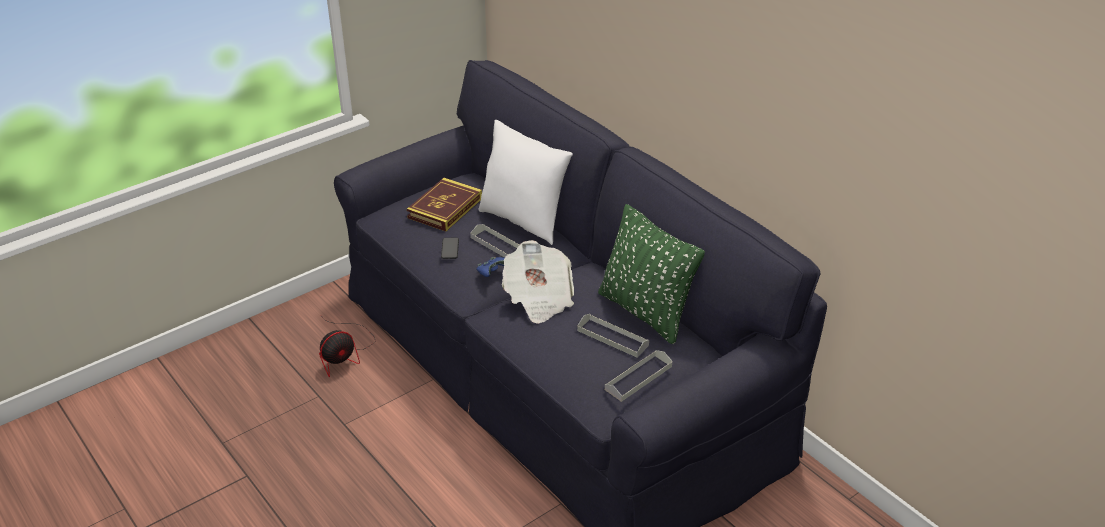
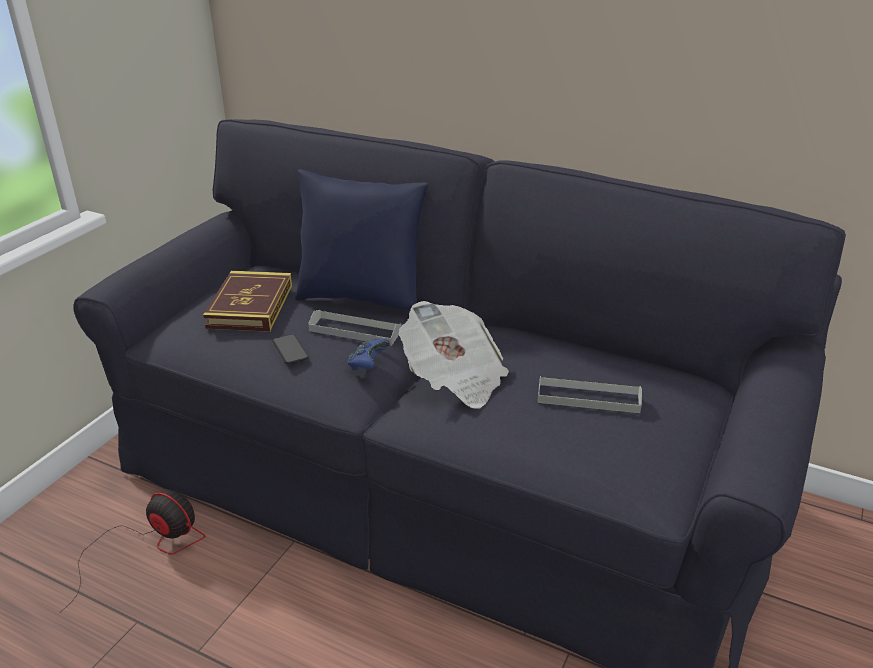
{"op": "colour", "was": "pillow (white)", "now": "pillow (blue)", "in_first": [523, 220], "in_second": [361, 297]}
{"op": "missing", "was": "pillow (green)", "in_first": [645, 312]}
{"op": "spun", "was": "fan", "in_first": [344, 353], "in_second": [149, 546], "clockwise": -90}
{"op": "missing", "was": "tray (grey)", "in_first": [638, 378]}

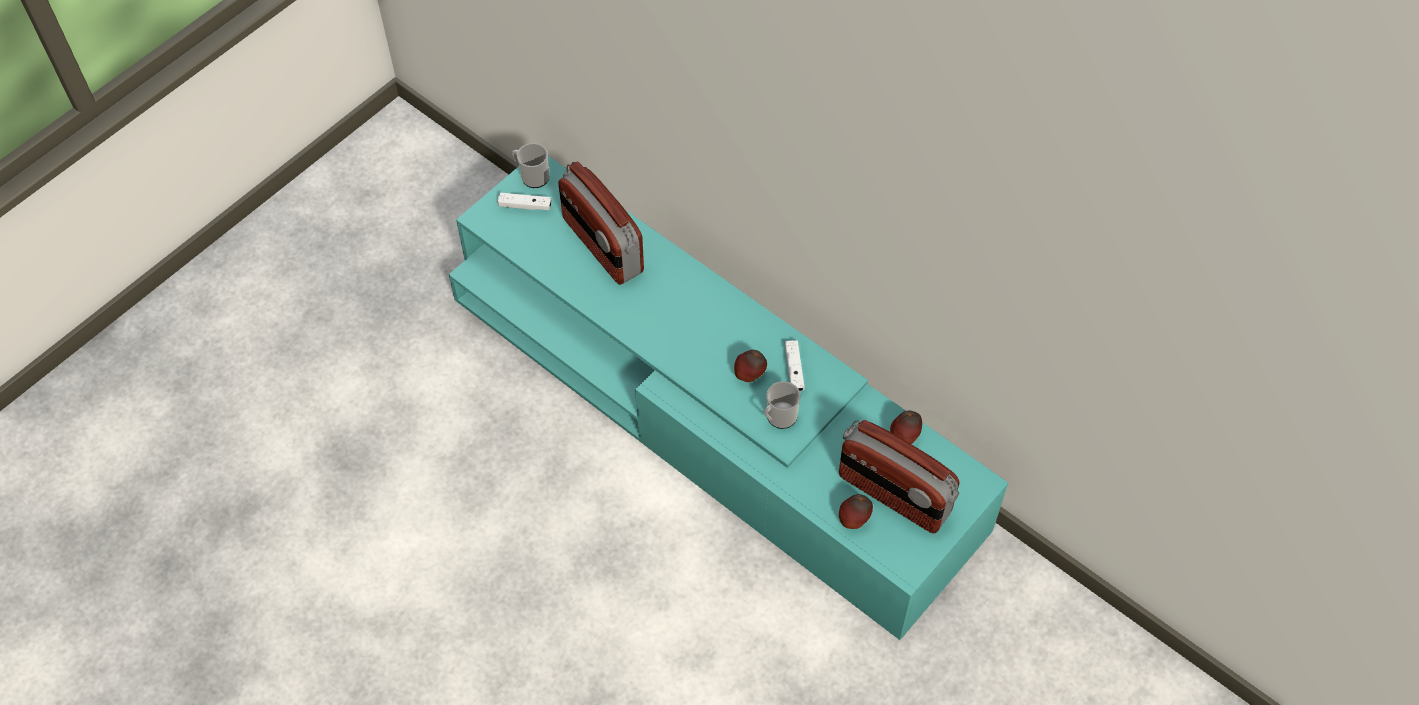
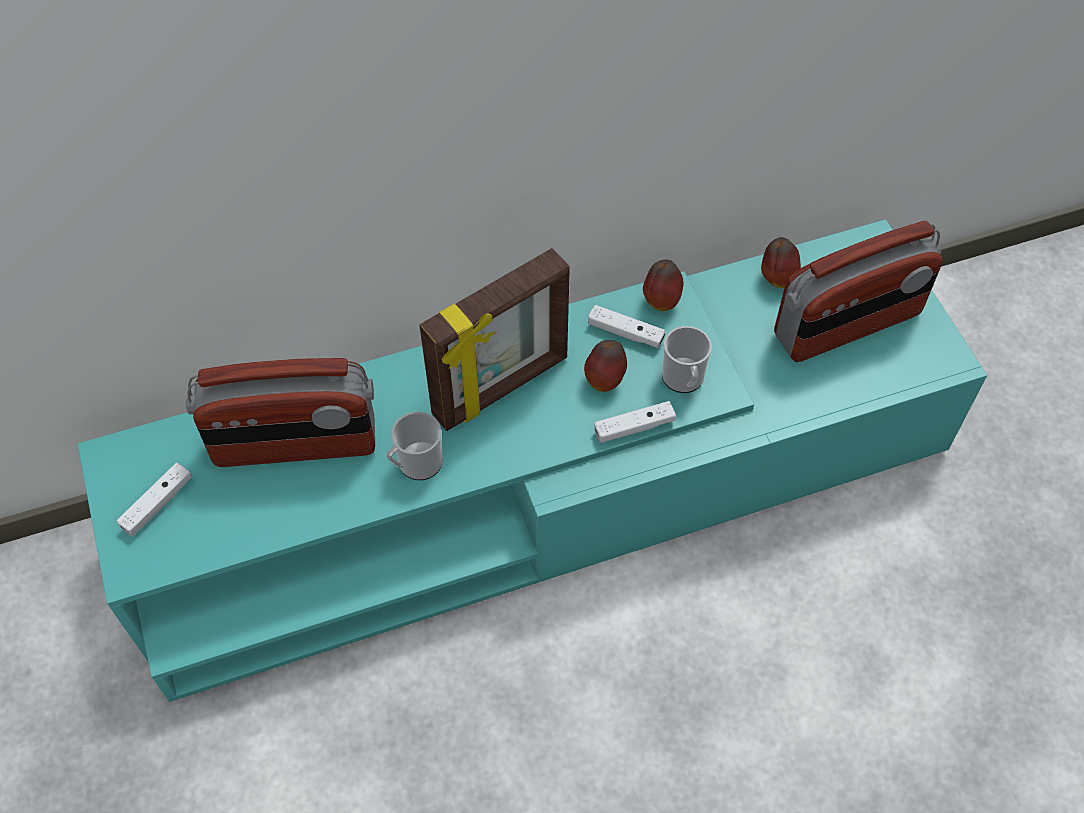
{"op": "relocated", "was": "mug", "in_first": [532, 176], "in_second": [416, 465]}
{"op": "relocated", "was": "apple", "in_first": [854, 520], "in_second": [661, 301]}
{"op": "appeared", "now": "picture frame", "in_second": [502, 388]}
{"op": "appeared", "now": "game controller (white)", "in_second": [634, 427]}

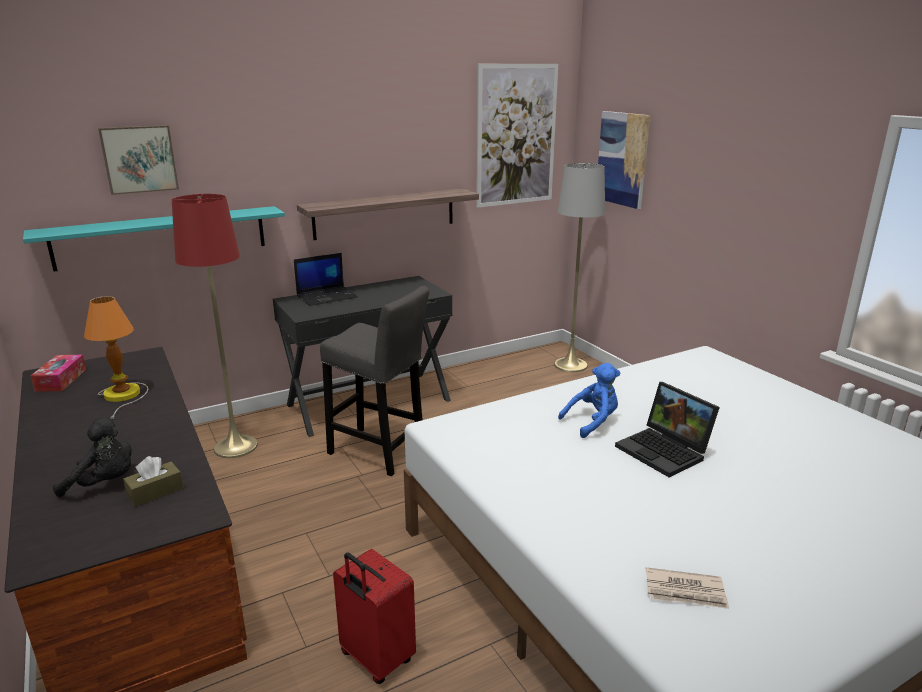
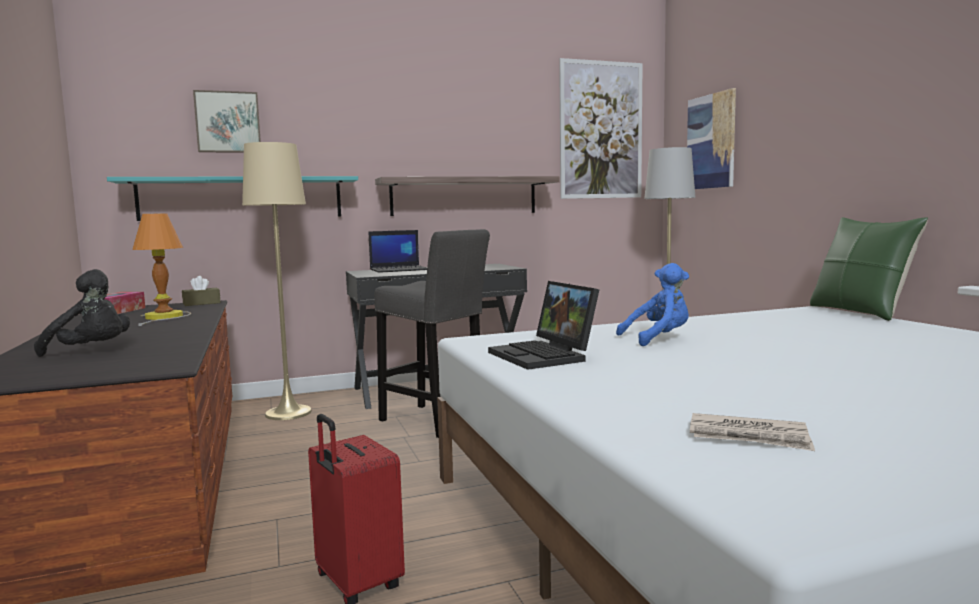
{"op": "colour", "was": "floor lamp (red)", "now": "floor lamp (beige)", "in_first": [235, 446], "in_second": [288, 413]}
{"op": "relocated", "was": "laptop", "in_first": [665, 451], "in_second": [545, 356]}
{"op": "relocated", "was": "tissue box (brown)", "in_first": [155, 492], "in_second": [201, 303]}
{"op": "appeared", "now": "pillow (green)", "in_second": [860, 312]}

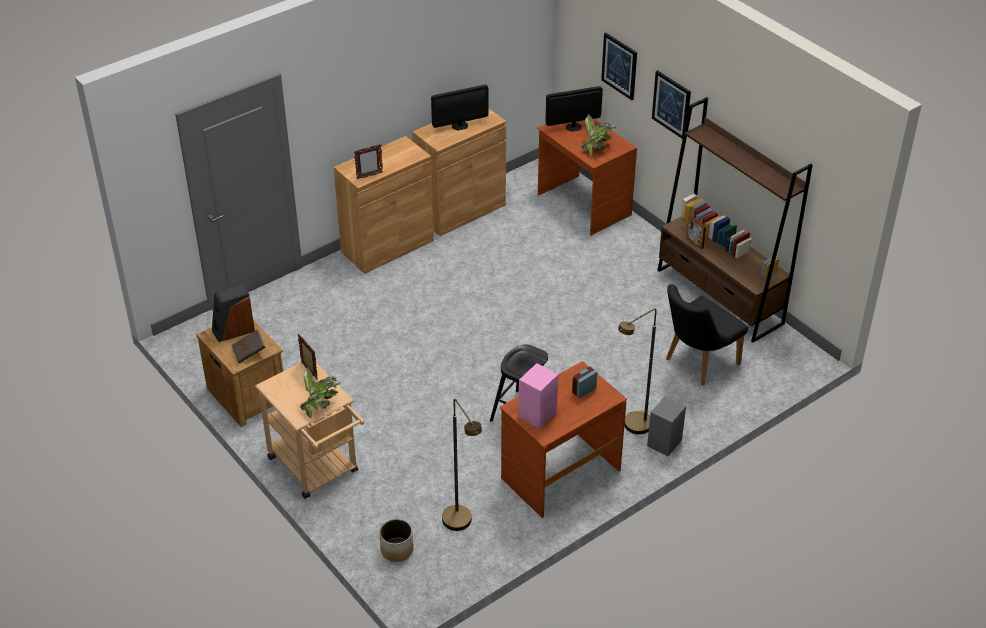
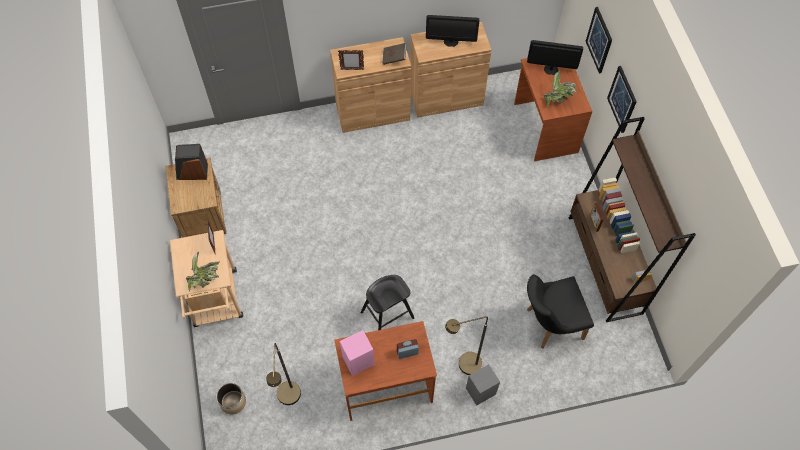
{"op": "relocated", "was": "book (brown)", "in_first": [249, 352], "in_second": [394, 58]}

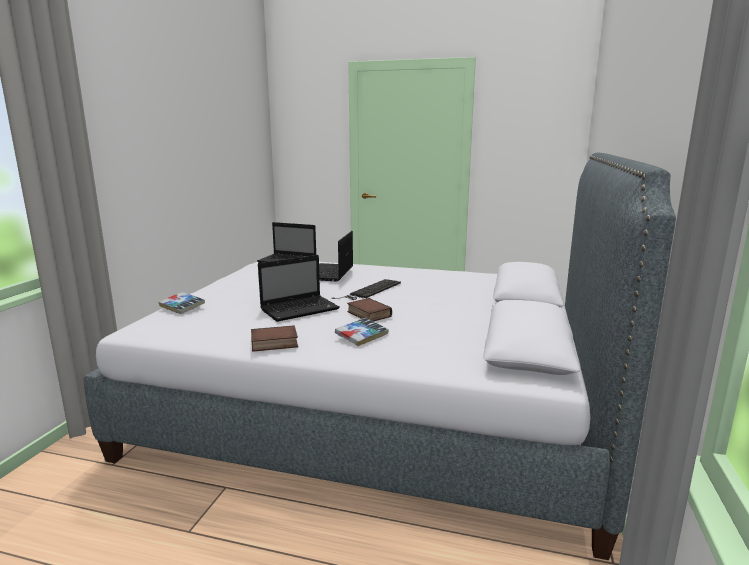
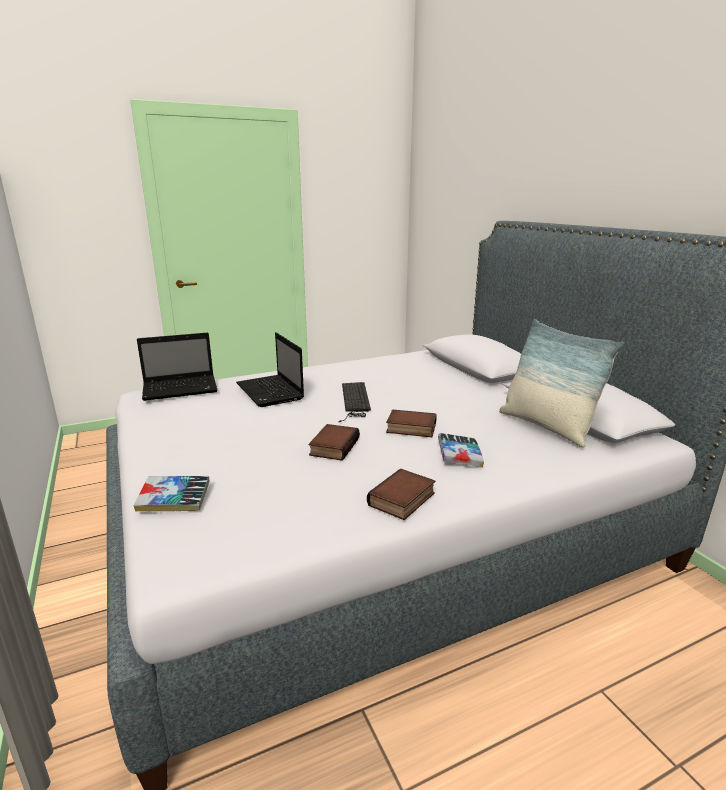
{"op": "exchanged", "was": "laptop", "now": "book", "in_first": [301, 309], "in_second": [333, 446]}
{"op": "appeared", "now": "pillow", "in_second": [546, 426]}

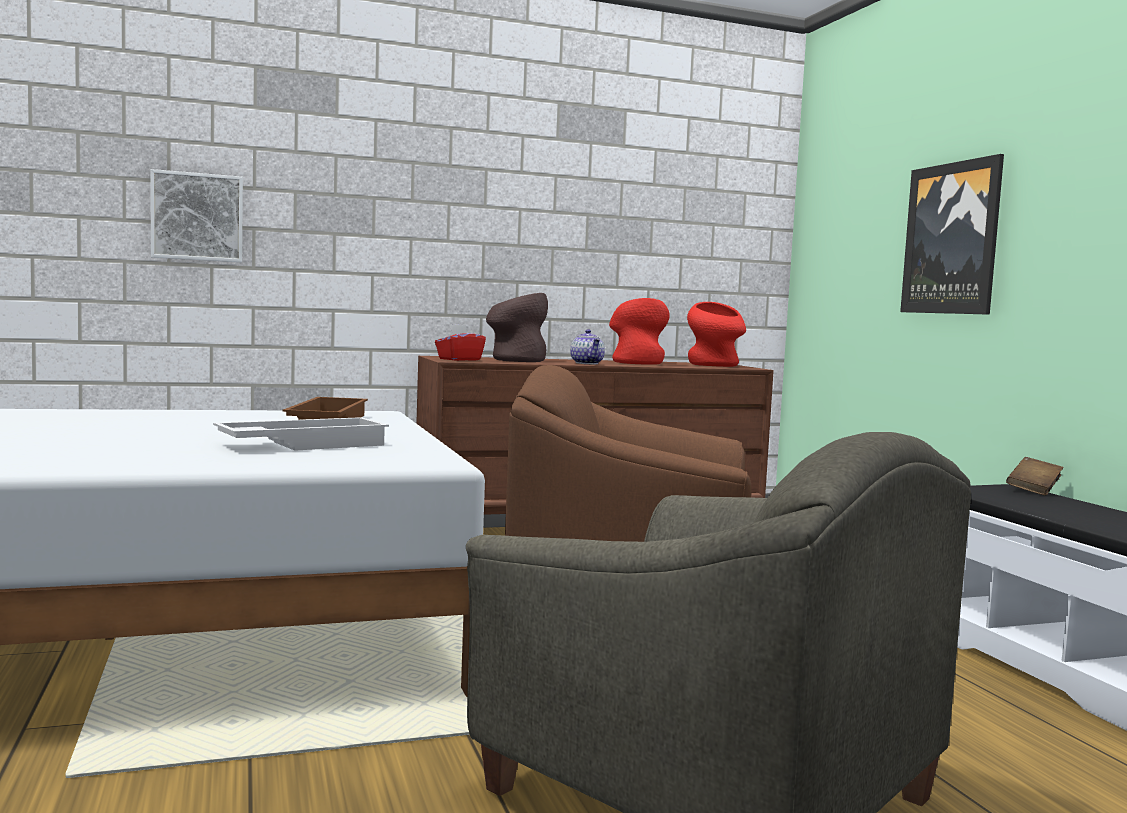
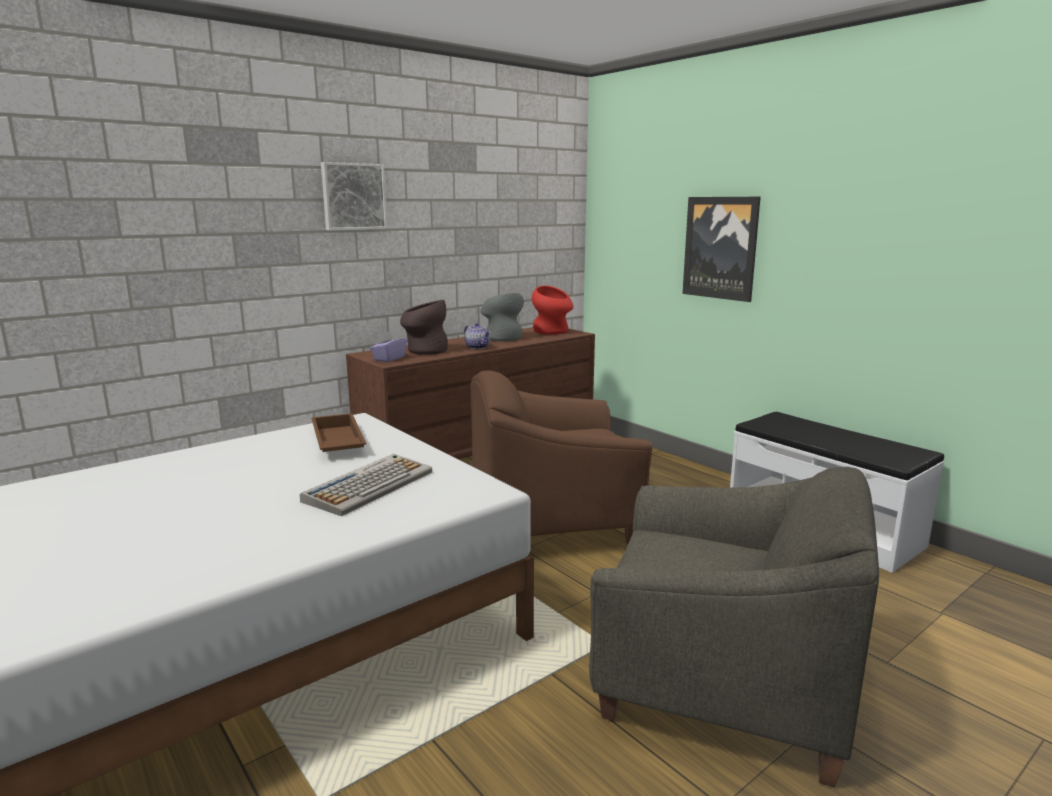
{"op": "relocated", "was": "picture", "in_first": [197, 217], "in_second": [353, 196]}
{"op": "colour", "was": "vase (red)", "now": "vase (grey)", "in_first": [636, 362], "in_second": [502, 337]}
{"op": "colour", "was": "tissue box (red)", "now": "tissue box (purple)", "in_first": [459, 359], "in_second": [389, 359]}
{"op": "exchanged", "was": "tray (white)", "now": "keyboard", "in_first": [303, 444], "in_second": [369, 485]}
{"op": "missing", "was": "book (brown)", "in_first": [1033, 490]}

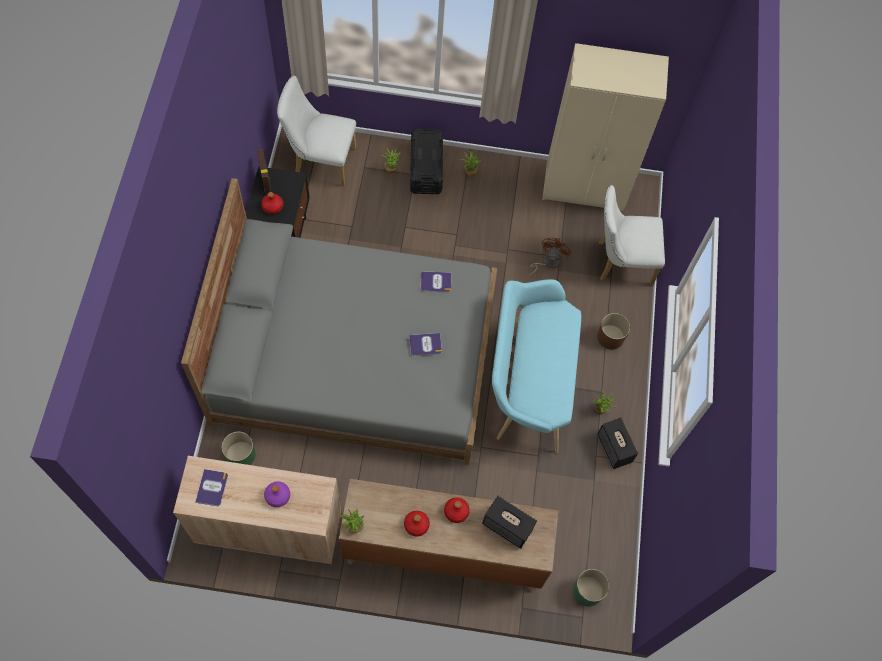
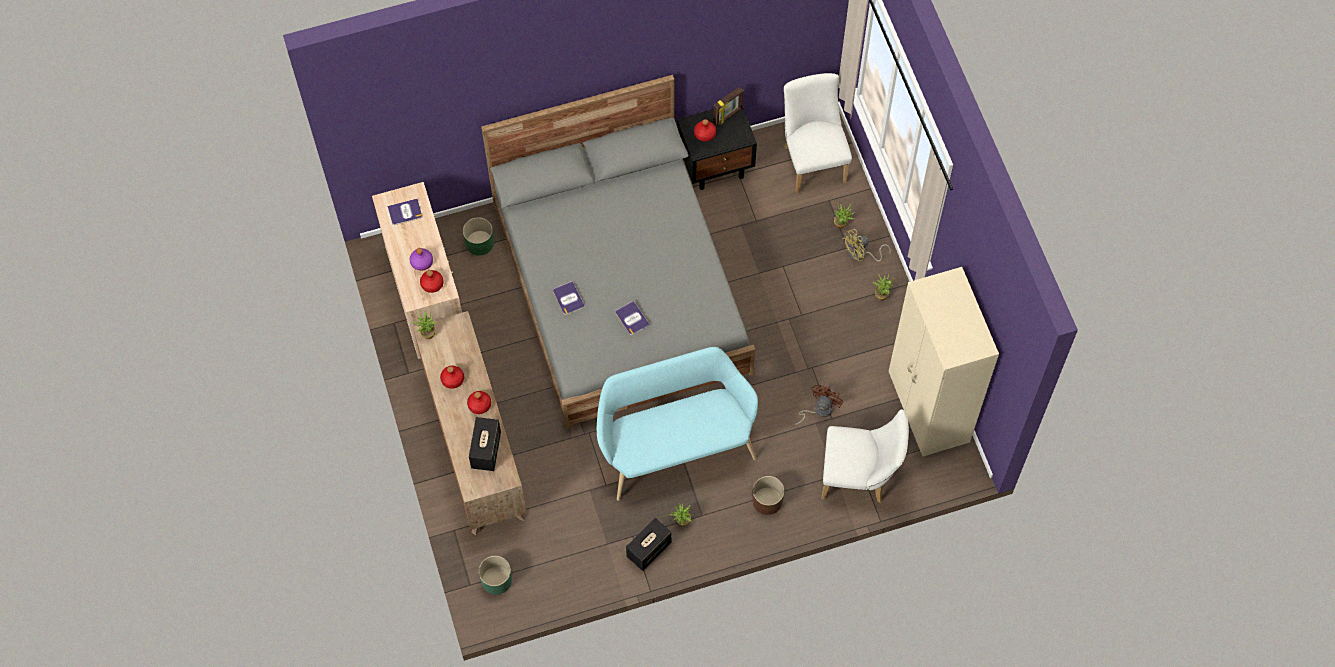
{"op": "exchanged", "was": "storage box (black)", "now": "fan (yellow)", "in_first": [426, 168], "in_second": [861, 254]}
{"op": "spun", "was": "chair (white)", "in_first": [620, 262], "in_second": [859, 477], "clockwise": 120}
{"op": "spun", "was": "fan (brown)", "in_first": [547, 262], "in_second": [819, 410], "clockwise": -60}
{"op": "relocated", "was": "book", "in_first": [435, 282], "in_second": [568, 298]}
{"op": "appeared", "now": "bottle (red)", "in_second": [432, 284]}

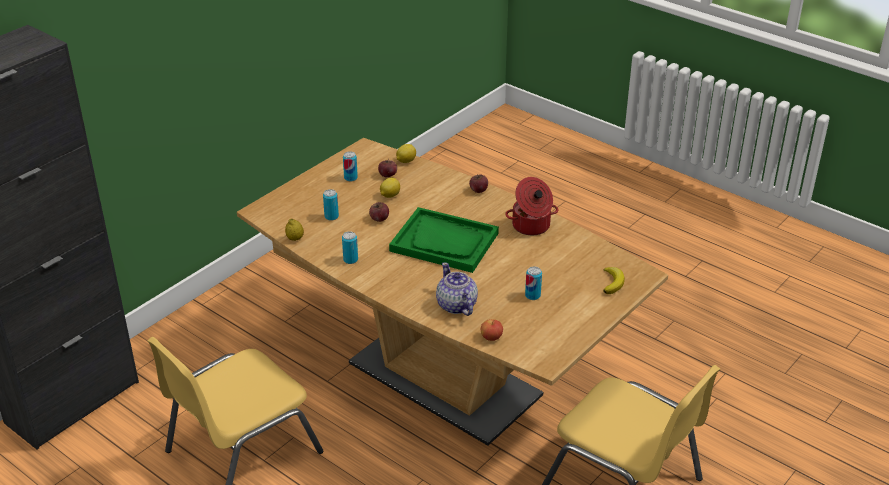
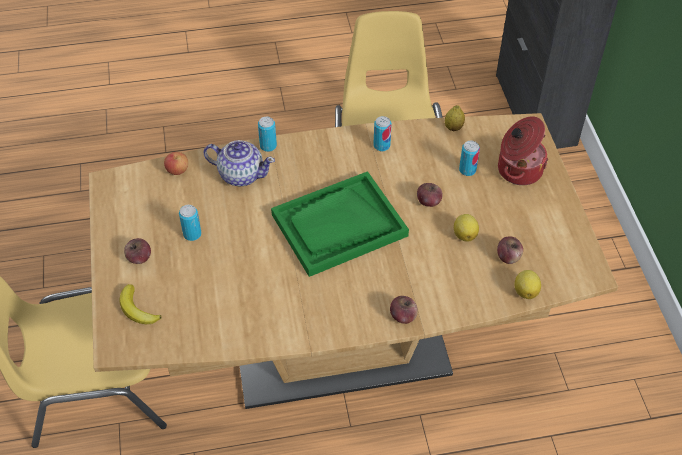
{"op": "relocated", "was": "can", "in_first": [350, 178], "in_second": [268, 146]}
{"op": "relocated", "was": "cooking pot", "in_first": [531, 226], "in_second": [518, 169]}
{"op": "appeared", "now": "apple", "in_second": [139, 258]}

